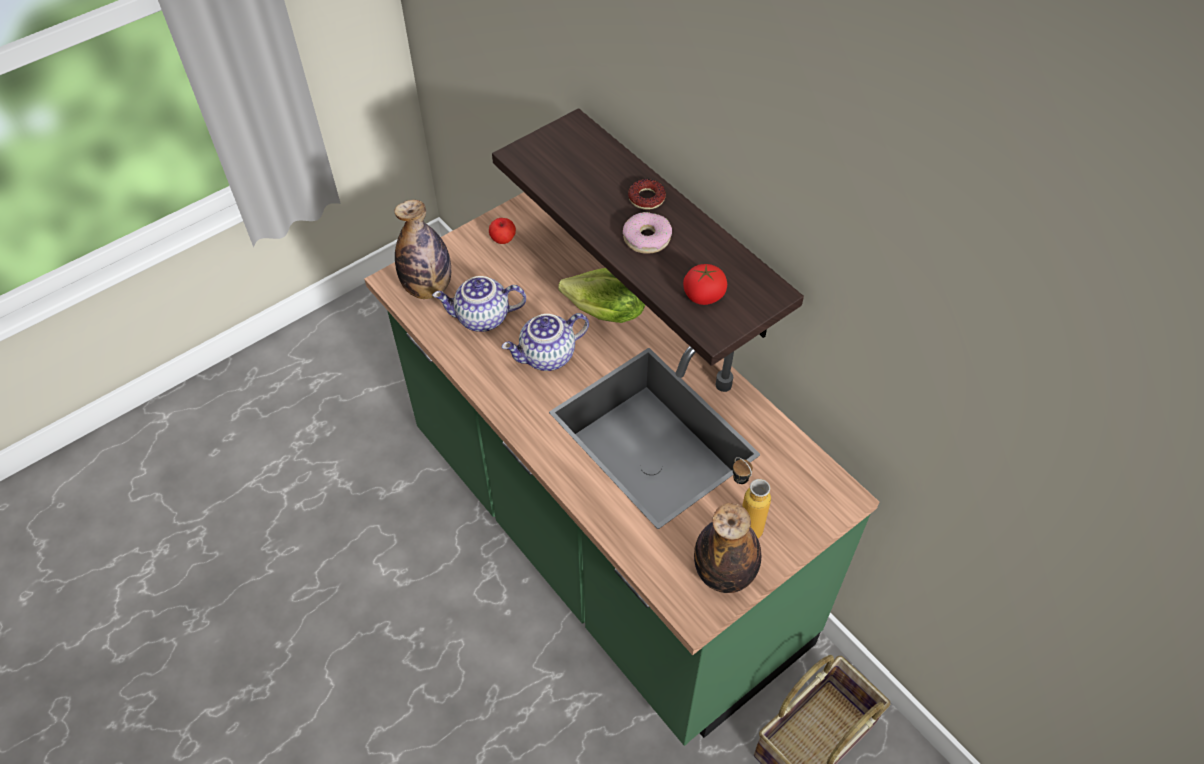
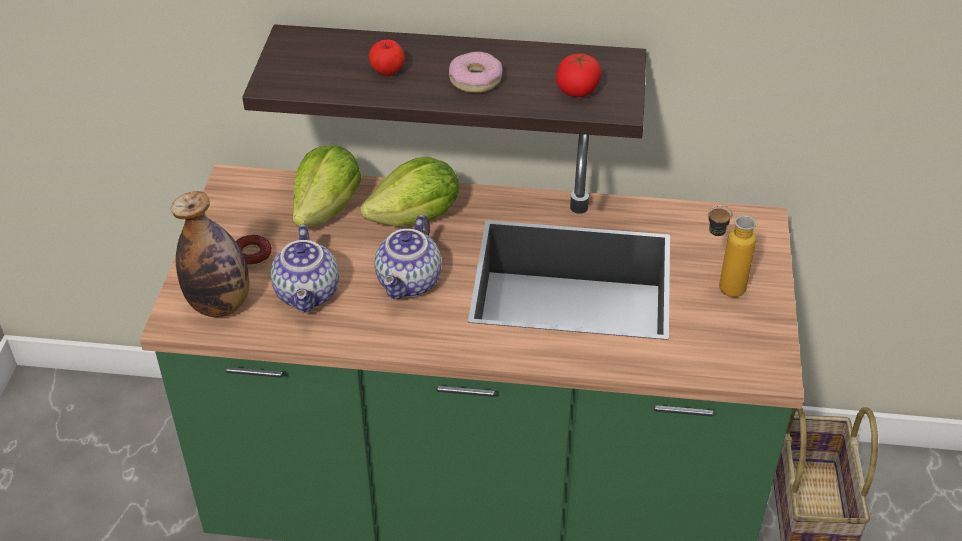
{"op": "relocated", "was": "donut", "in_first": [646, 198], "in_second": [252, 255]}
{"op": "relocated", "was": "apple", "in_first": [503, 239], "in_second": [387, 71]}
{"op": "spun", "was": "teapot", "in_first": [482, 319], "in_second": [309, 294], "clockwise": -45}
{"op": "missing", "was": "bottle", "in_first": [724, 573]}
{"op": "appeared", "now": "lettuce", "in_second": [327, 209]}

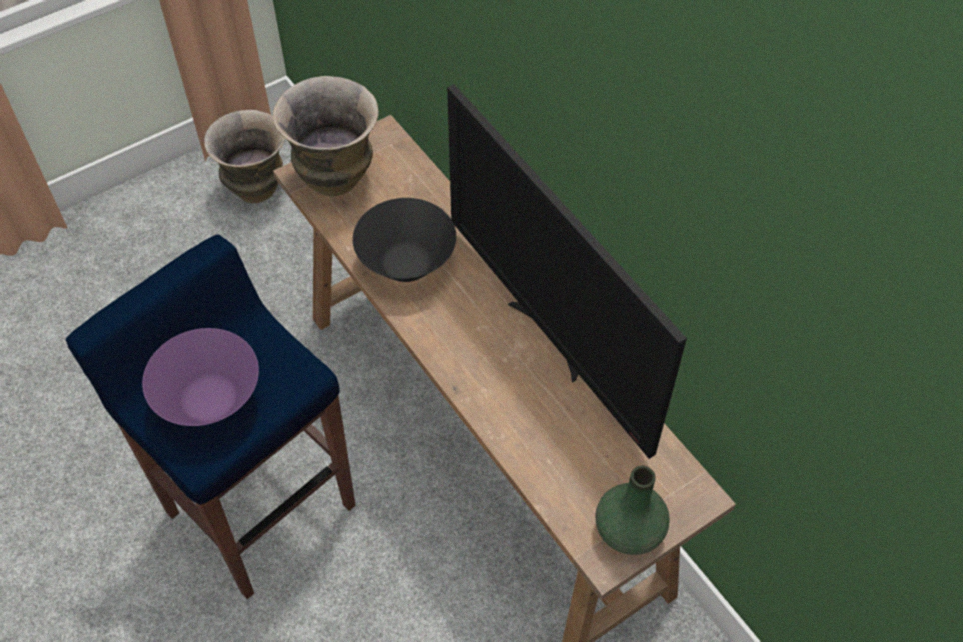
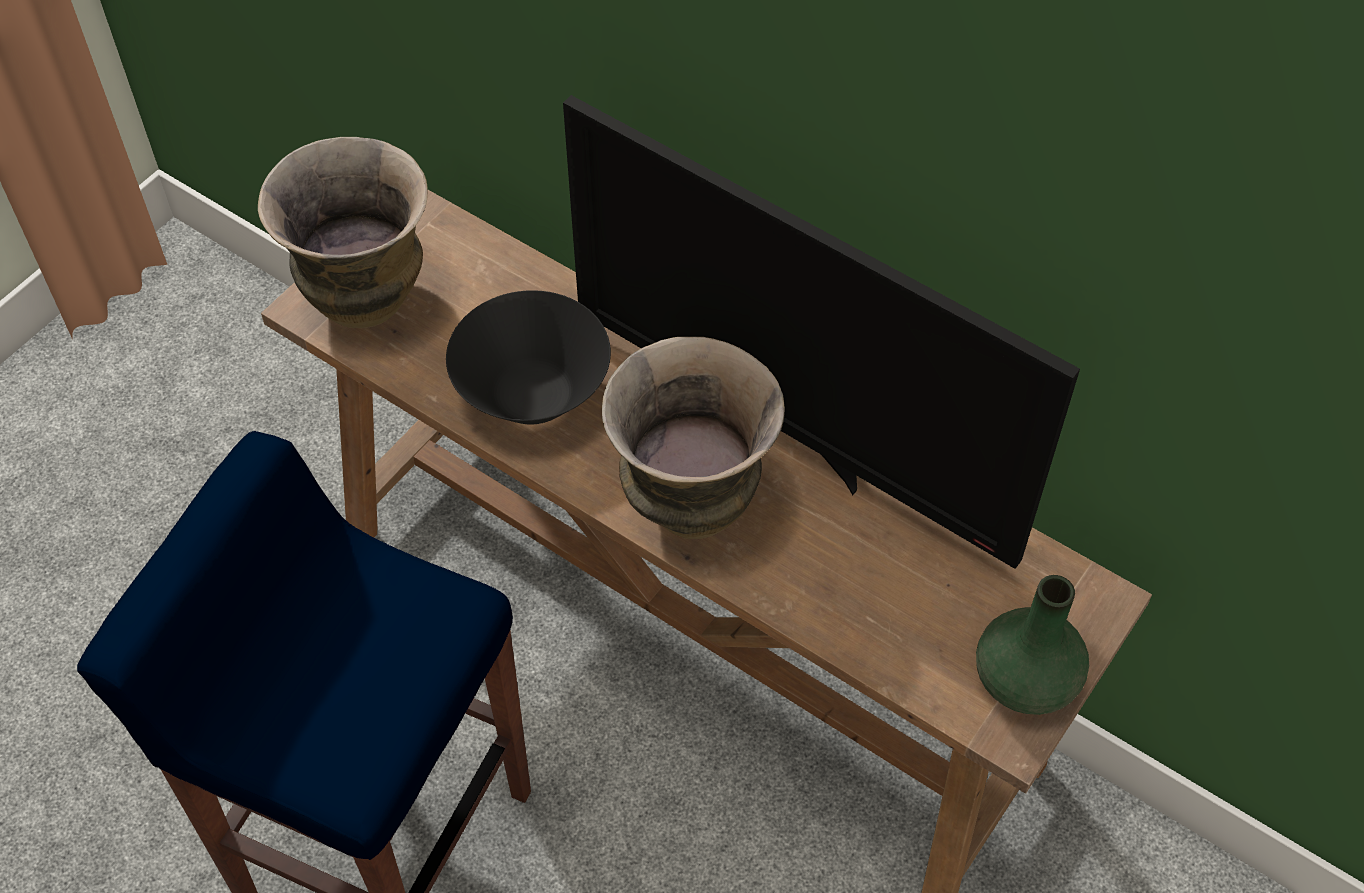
{"op": "relocated", "was": "vase", "in_first": [256, 188], "in_second": [690, 501]}
{"op": "missing", "was": "bowl (purple)", "in_first": [210, 400]}

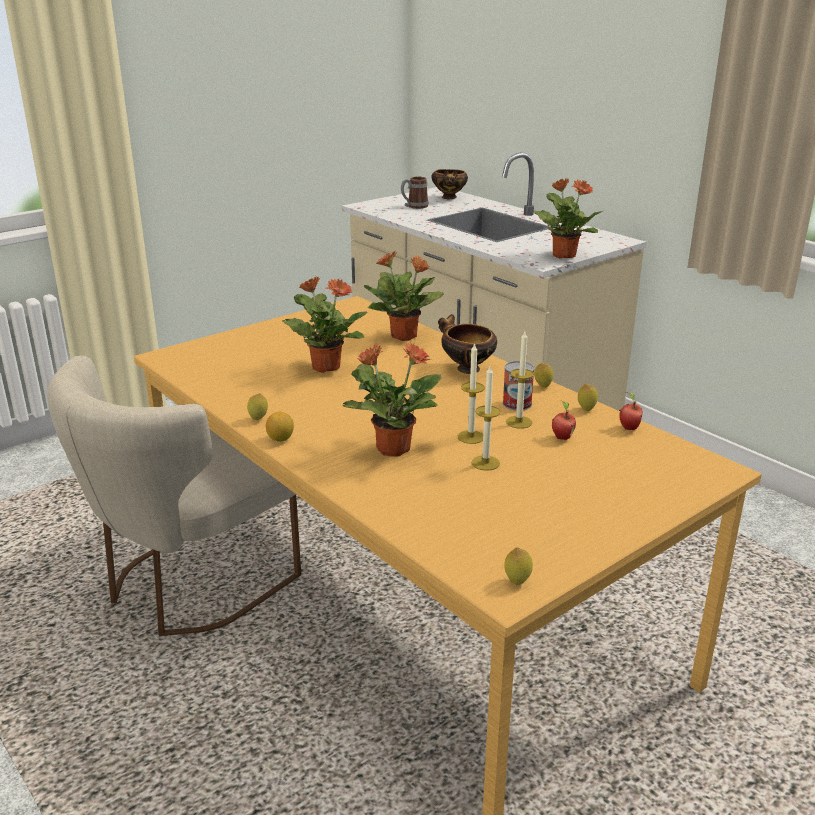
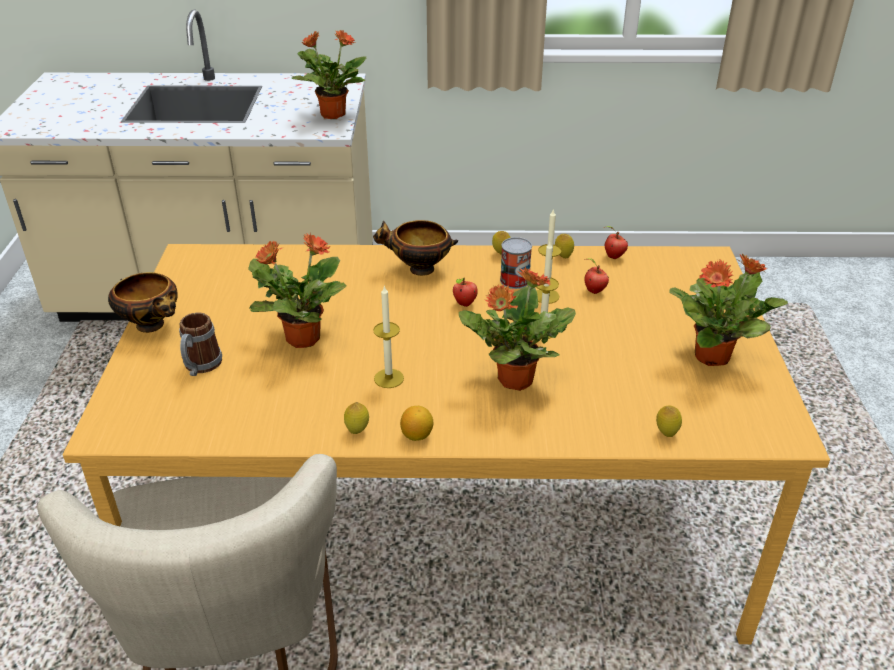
{"op": "relocated", "was": "bowl", "in_first": [449, 198], "in_second": [152, 326]}
{"op": "relocated", "was": "mug", "in_first": [414, 206], "in_second": [200, 367]}
{"op": "relocated", "was": "potted plant", "in_first": [405, 336], "in_second": [713, 356]}
{"op": "relocated", "was": "candle", "in_first": [485, 463], "in_second": [389, 378]}
{"op": "relocated", "was": "lemon", "in_first": [517, 581], "in_second": [666, 433]}
{"op": "appeared", "now": "apple", "in_second": [464, 304]}

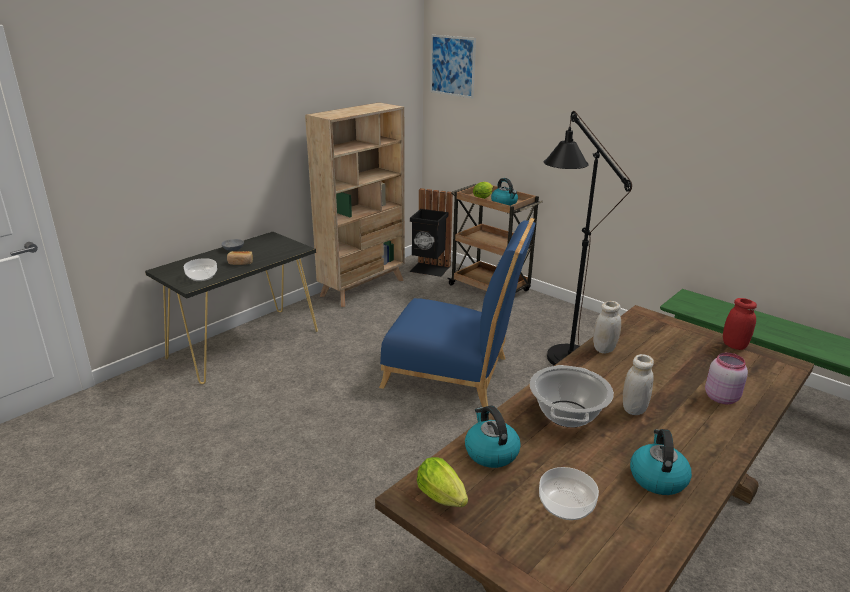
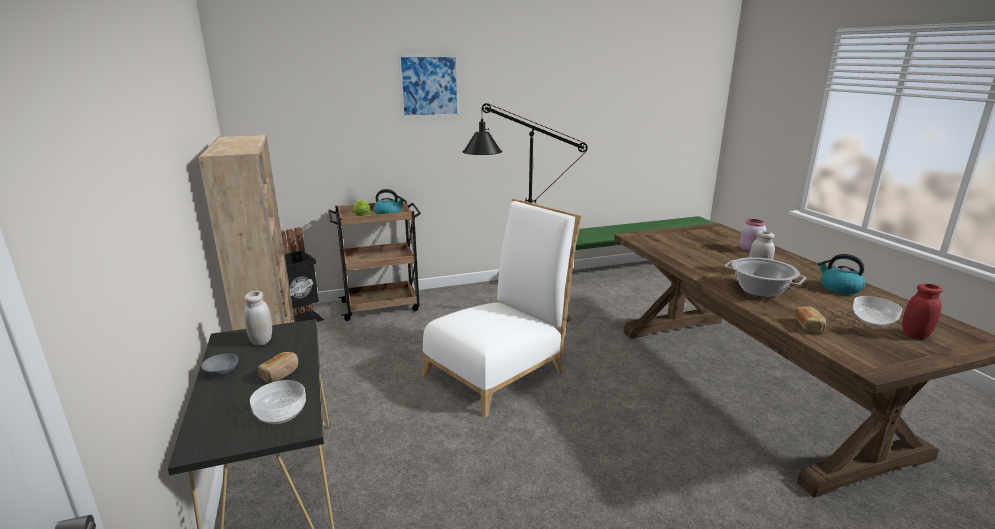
{"op": "relocated", "was": "picture", "in_first": [452, 66], "in_second": [429, 86]}
{"op": "colour", "was": "chair (blue)", "now": "chair (white)", "in_first": [454, 374], "in_second": [500, 370]}
{"op": "relocated", "was": "jar (red)", "in_first": [734, 345], "in_second": [915, 335]}
{"op": "relocated", "was": "jar (white)", "in_first": [604, 349], "in_second": [262, 341]}
{"op": "exchanged", "was": "kettle", "now": "bread", "in_first": [490, 452], "in_second": [809, 326]}
{"op": "missing", "was": "lettuce", "in_first": [444, 499]}

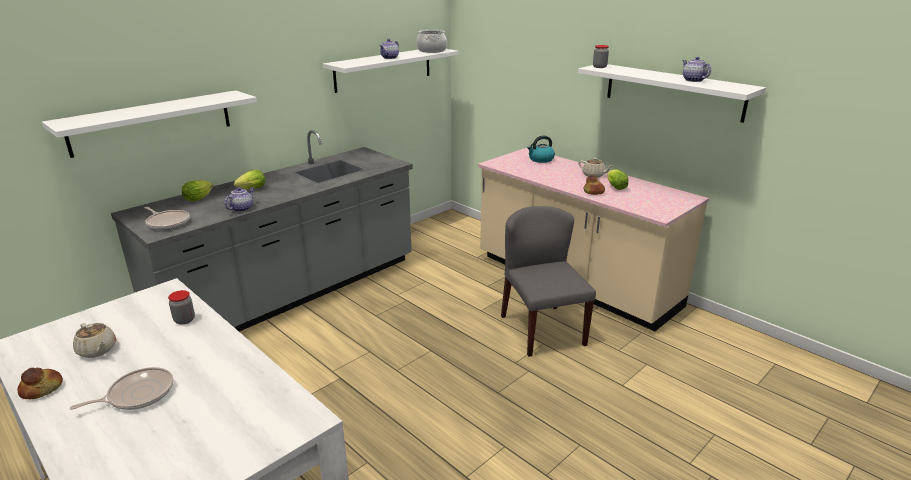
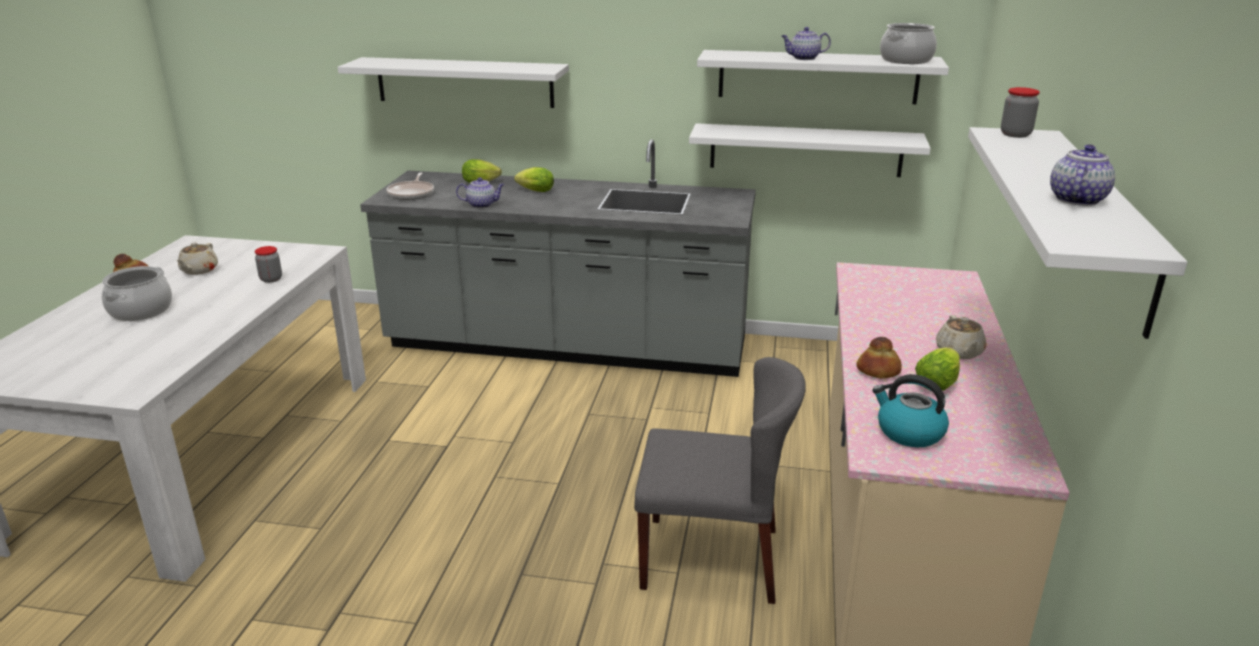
{"op": "relocated", "was": "kettle", "in_first": [540, 159], "in_second": [909, 432]}
{"op": "spun", "was": "chair (grey)", "in_first": [542, 330], "in_second": [712, 558], "clockwise": 60}
{"op": "exchanged", "was": "frying pan", "now": "cooking pot", "in_first": [137, 394], "in_second": [140, 310]}
{"op": "appeared", "now": "shelf (white)", "in_second": [805, 150]}

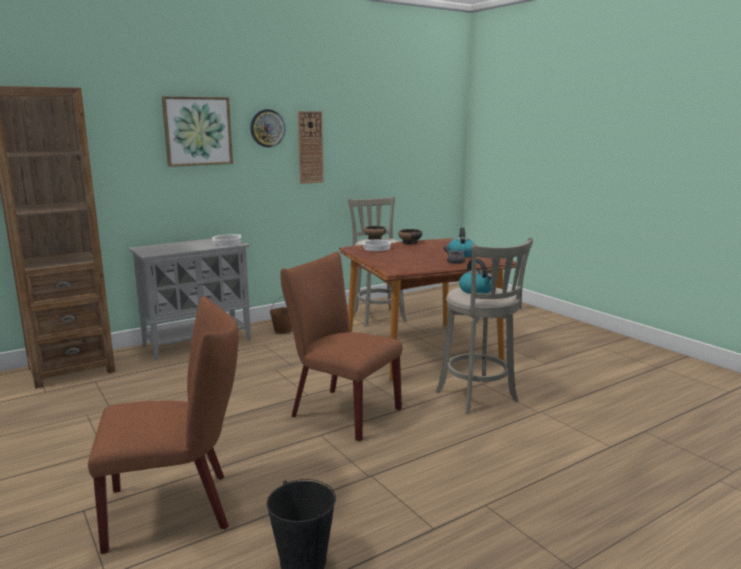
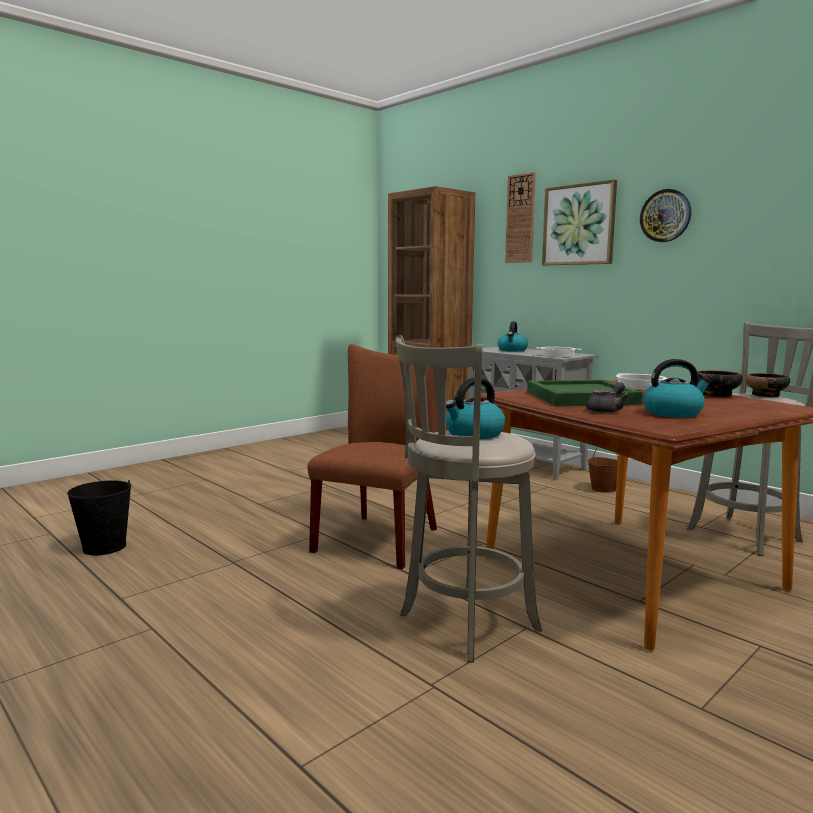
{"op": "relocated", "was": "wall clock", "in_first": [310, 147], "in_second": [520, 218]}
{"op": "missing", "was": "chair (brown)", "in_first": [178, 507]}
{"op": "appeared", "now": "kettle", "in_second": [512, 350]}
{"op": "appeared", "now": "tray (green)", "in_second": [580, 398]}

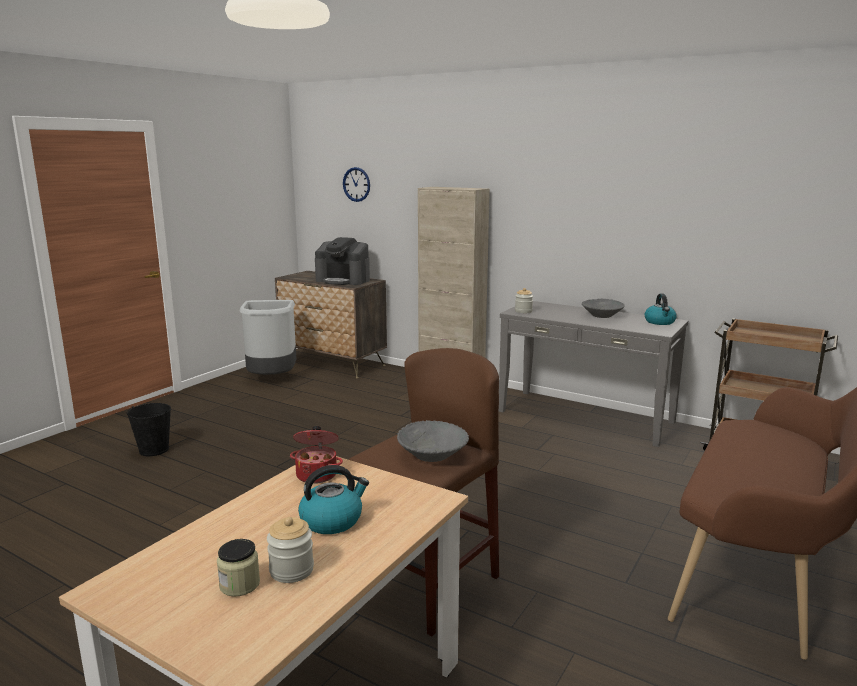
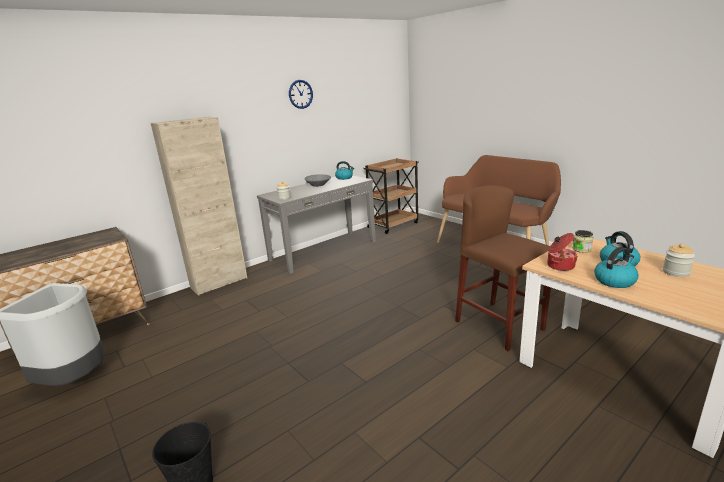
{"op": "relocated", "was": "wall clock", "in_first": [356, 184], "in_second": [300, 94]}
{"op": "missing", "was": "coffee machine", "in_first": [343, 280]}
{"op": "missing", "was": "bowl (grey)", "in_first": [432, 455]}
{"op": "relocated", "was": "jar", "in_first": [239, 584], "in_second": [581, 249]}
{"op": "appeared", "now": "kettle", "in_second": [614, 281]}

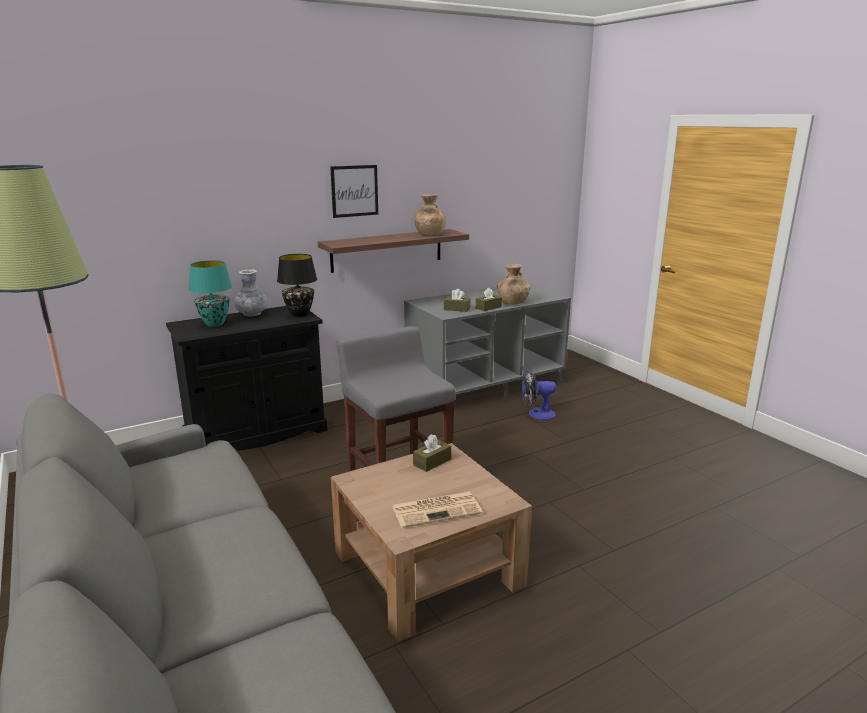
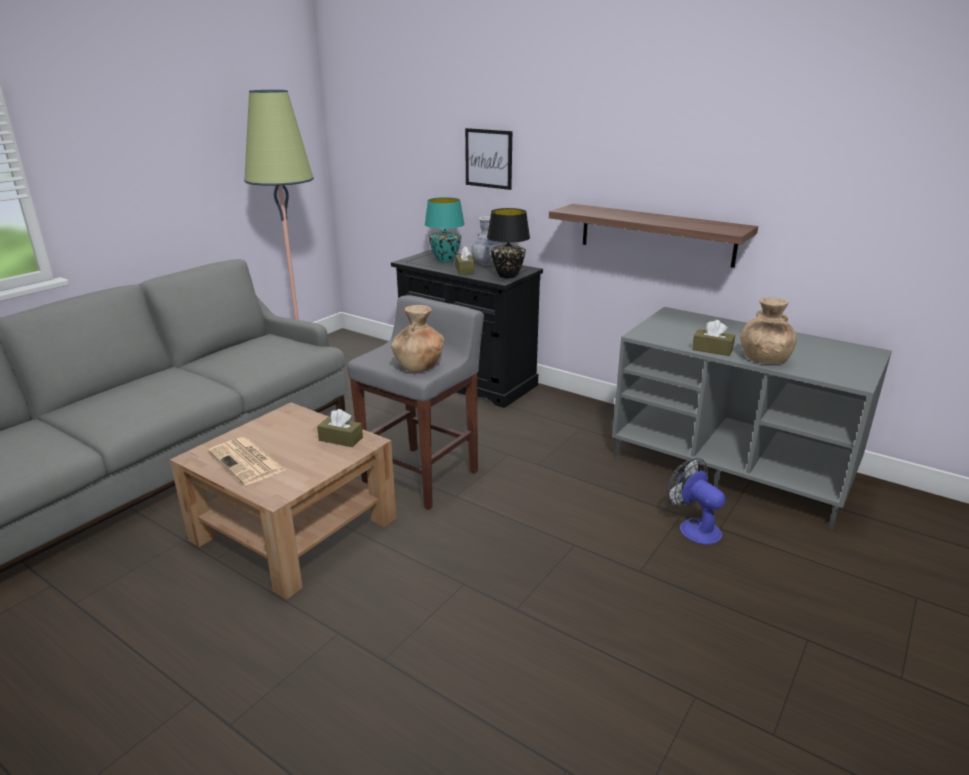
{"op": "relocated", "was": "picture", "in_first": [354, 191], "in_second": [488, 158]}
{"op": "relocated", "was": "vase (brown)", "in_first": [429, 234], "in_second": [419, 366]}
{"op": "relocated", "was": "tissue box (brown)", "in_first": [457, 309], "in_second": [464, 270]}

